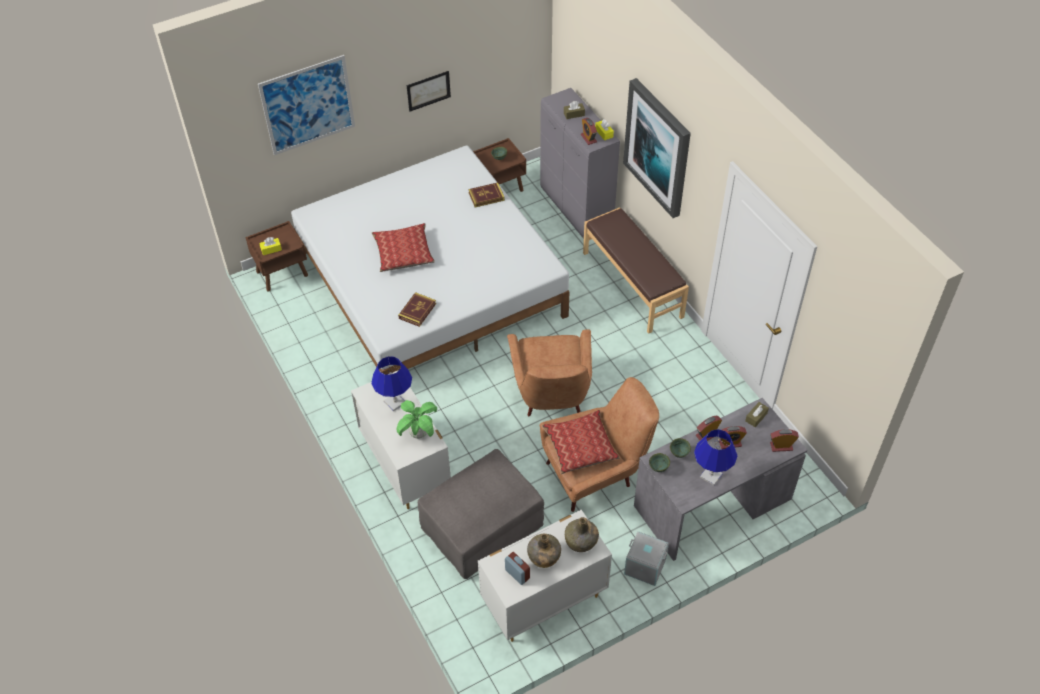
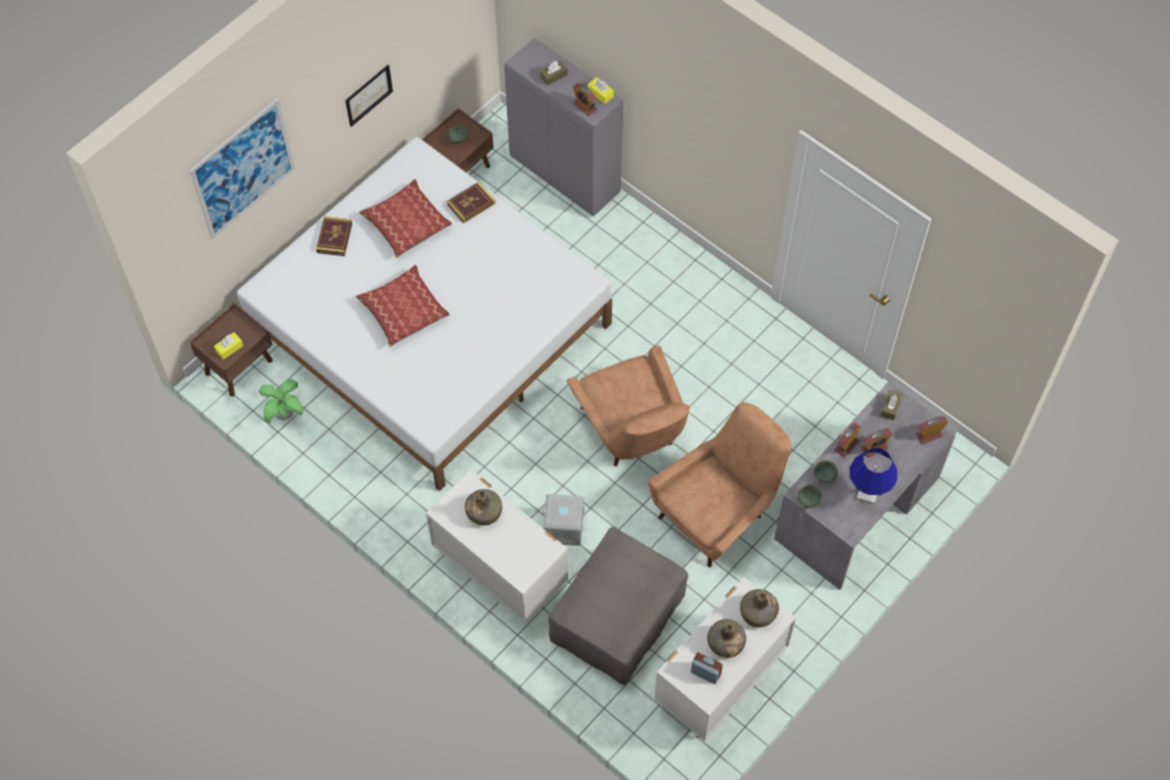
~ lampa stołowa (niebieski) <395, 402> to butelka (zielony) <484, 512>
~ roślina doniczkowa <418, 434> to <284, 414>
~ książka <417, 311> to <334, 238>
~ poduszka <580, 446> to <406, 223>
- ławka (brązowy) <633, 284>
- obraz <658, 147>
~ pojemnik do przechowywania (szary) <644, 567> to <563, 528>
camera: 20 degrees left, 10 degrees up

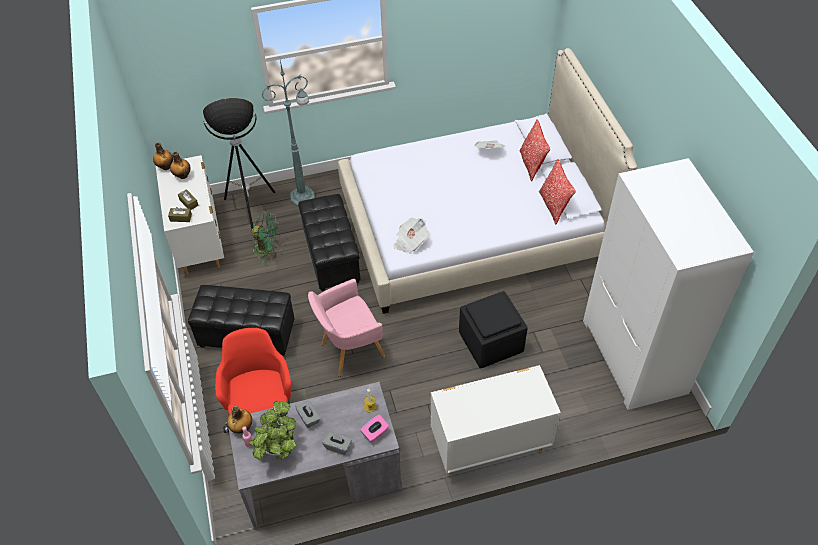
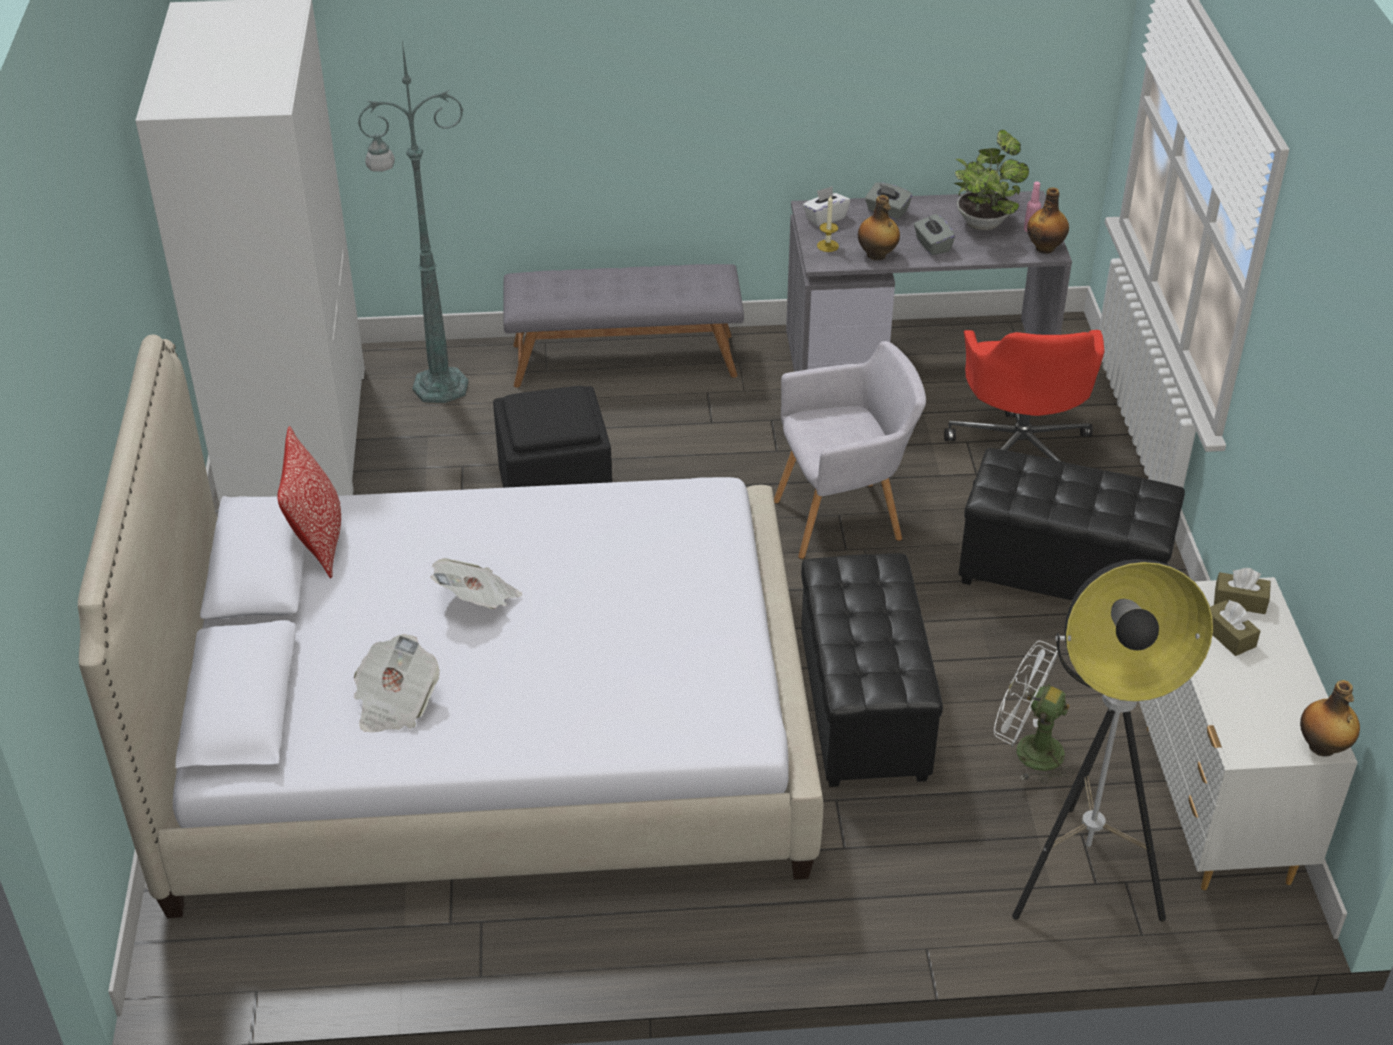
~ butelka <182, 175> to <877, 255>
~ wentylator (zielony) <267, 250> to wentylator (biały) <1028, 751>
~ lampa stojąca (zielony) <304, 196> to <437, 386>
~ fotel (różowy) <350, 351> to fotel (szary) <844, 519>
~ pudełko chusteczek (różowy) <375, 433> to pudełko chusteczek (biały) <825, 218>
~ gazeta <410, 242> to <478, 600>
~ komoda (biały) <488, 446> to ławka (szary) <624, 359>
- poduszka <531, 165>
camera: 170 degrees left, 10 degrees down

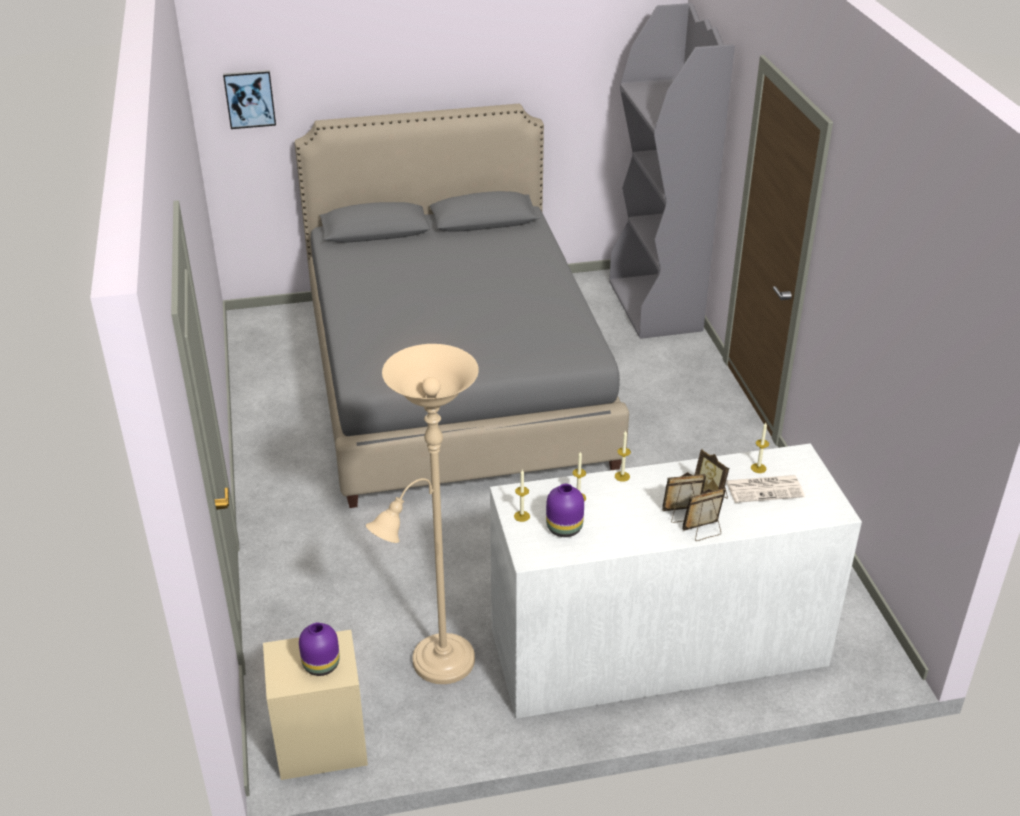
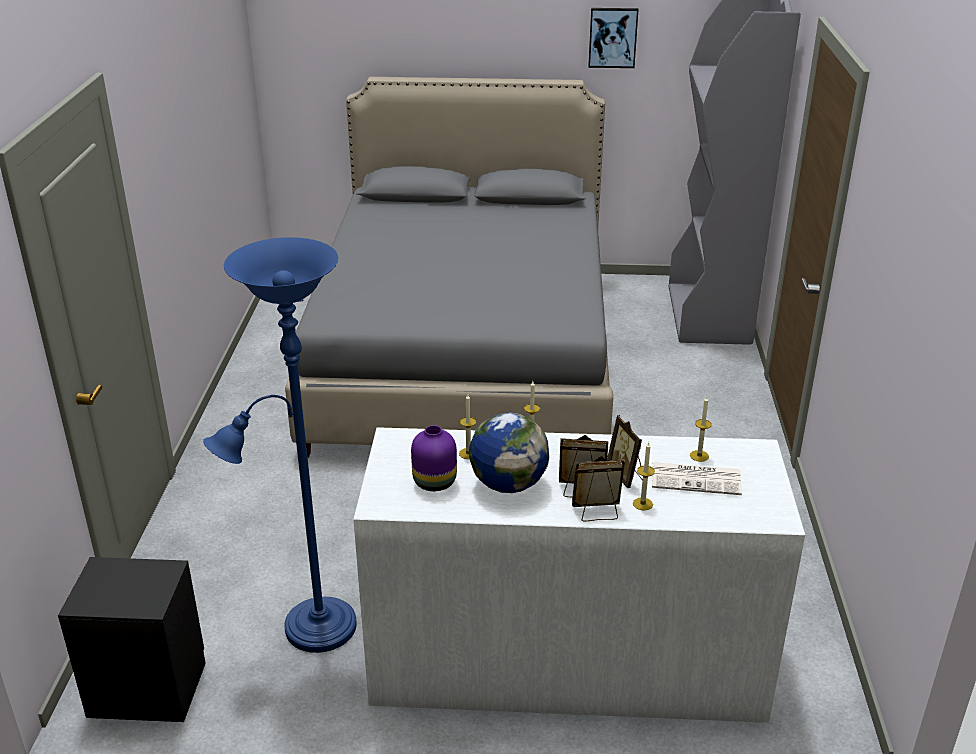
~ obraz <249, 98> to <612, 37>
~ szafka nocna (beżowy) <321, 744> to szafka nocna (czarny) <147, 689>
- wazon (fioletowy) <320, 665>
~ lampa stojąca (beżowy) <437, 665> to lampa stojąca (niebieski) <311, 630>
~ świeca <521, 516> to <642, 504>
+ globus <508, 484>
camera: 15 degrees right, 5 degrees down

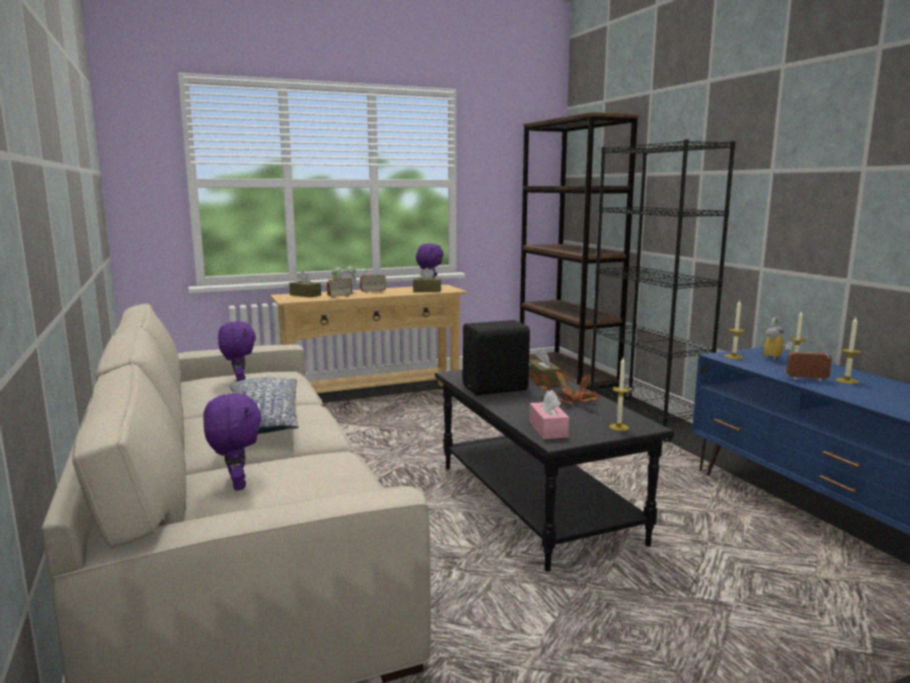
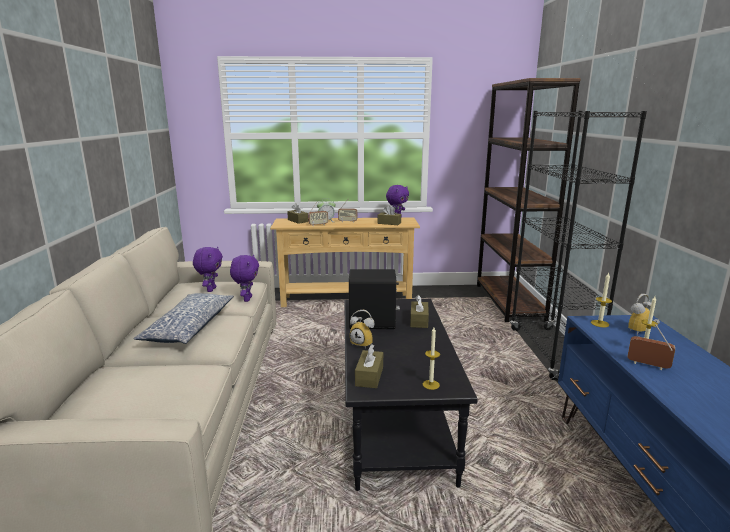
~ pluszak (fioletowy) <236, 485> to <247, 299>
- roślina doniczkowa <568, 401>
~ pudełko chusteczek (różowy) <548, 429> to pudełko chusteczek (brązowy) <369, 376>
- świeca <846, 381>
+ budzik <363, 343>
camera: 20 degrees right, 5 degrees up

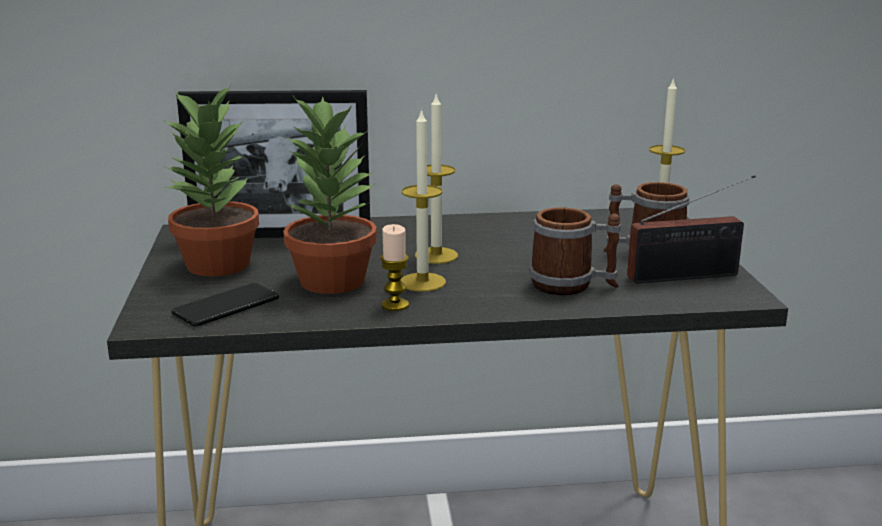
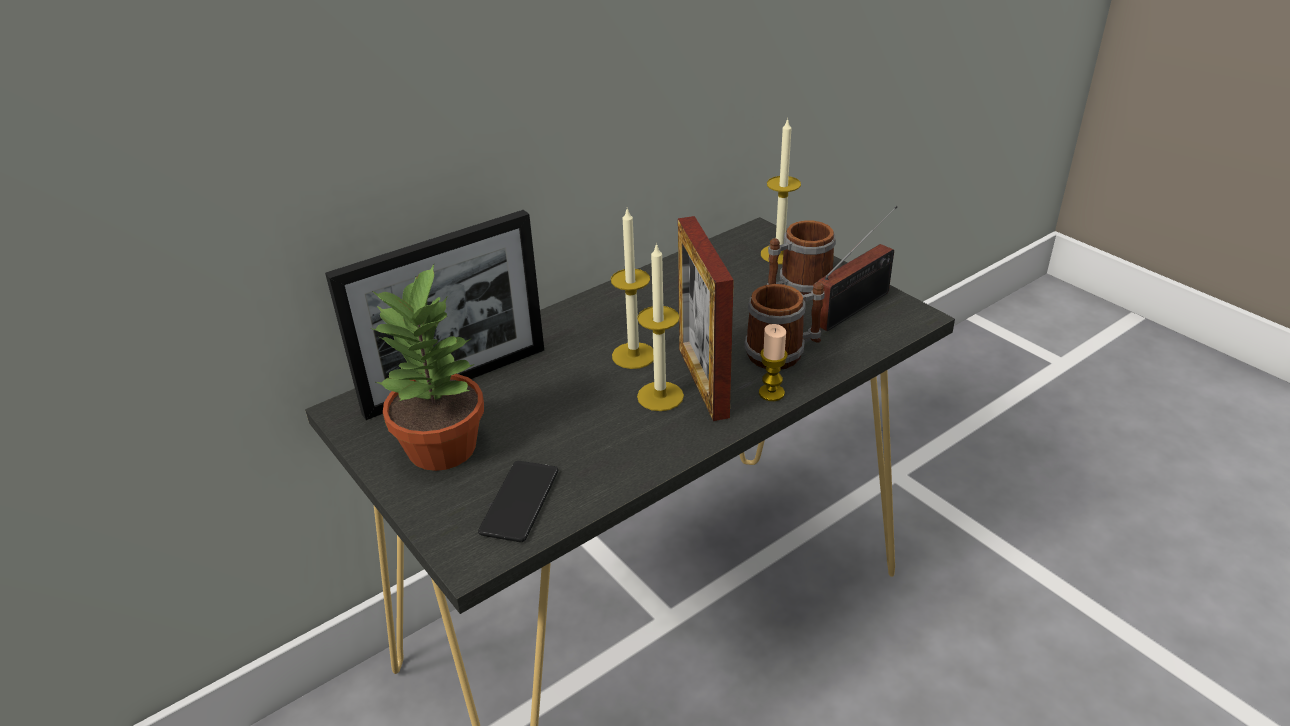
- roślina doniczkowa <331, 280>
~ świeca <395, 305> to <771, 393>
+ ramka na zdjęcie <703, 382>
camera: 30 degrees left, 15 degrees up

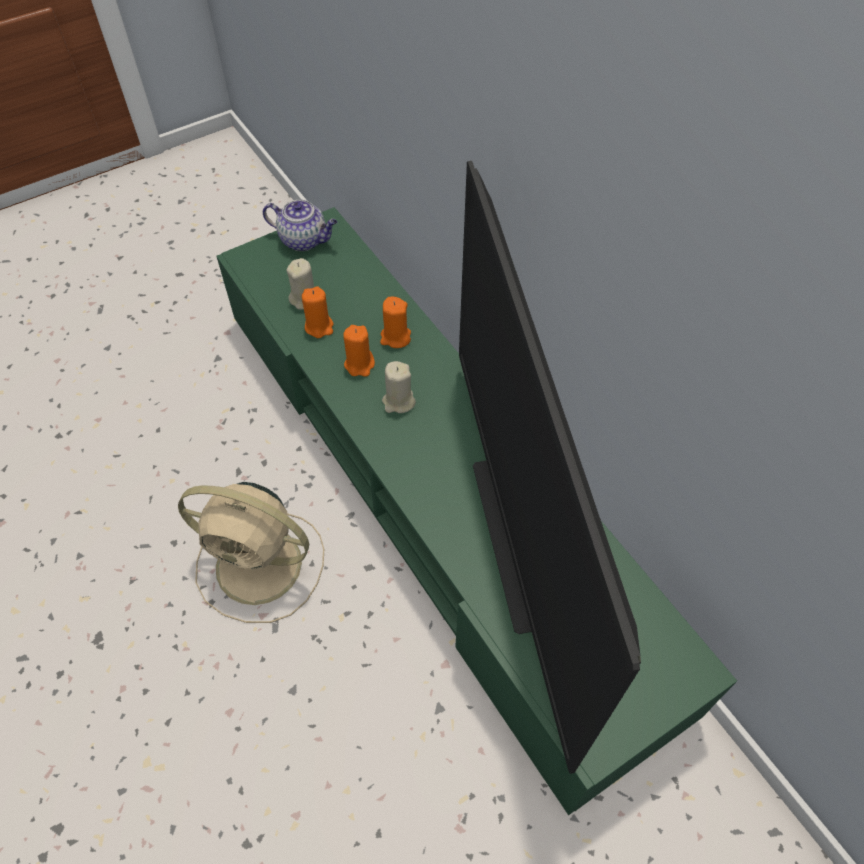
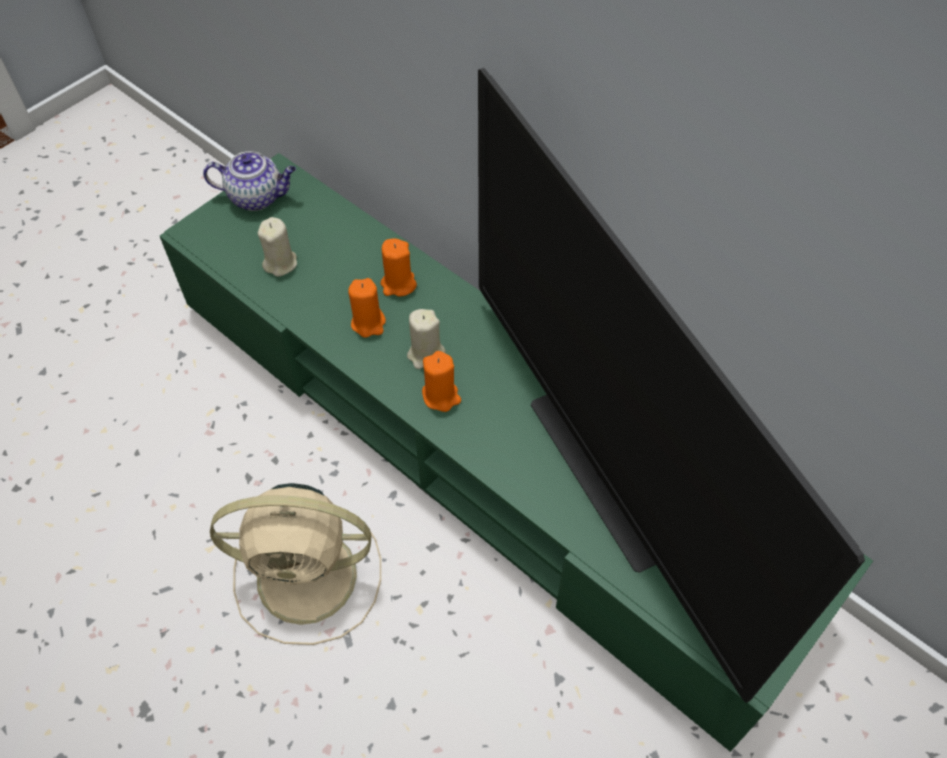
~ świeca (pomarańczowy) <319, 327> to <441, 396>
camera: 15 degrees left, 0 degrees up

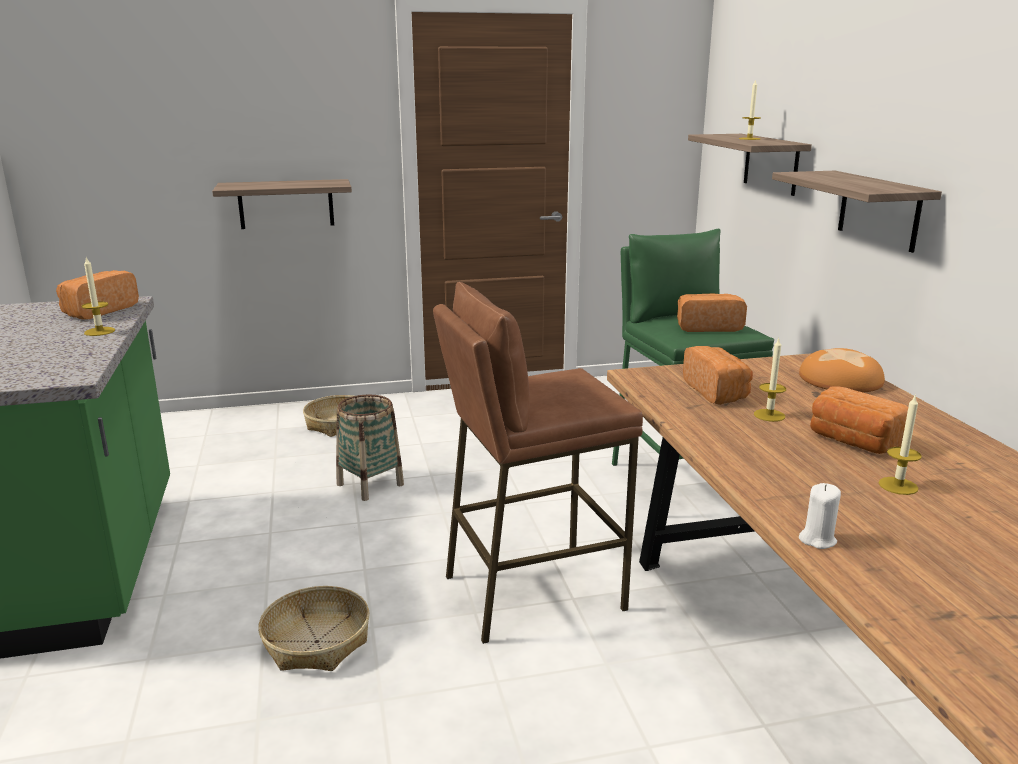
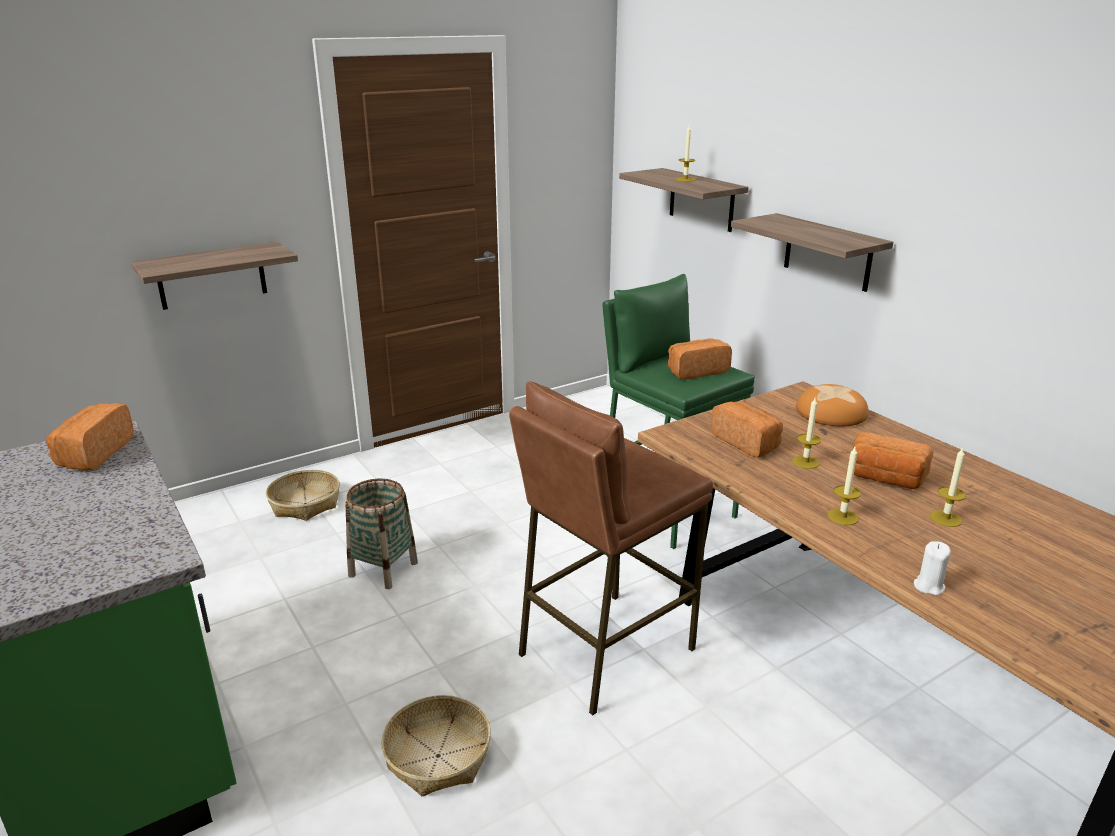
~ świeca <99, 331> to <842, 517>
camera: 20 degrees left, 5 degrees up

